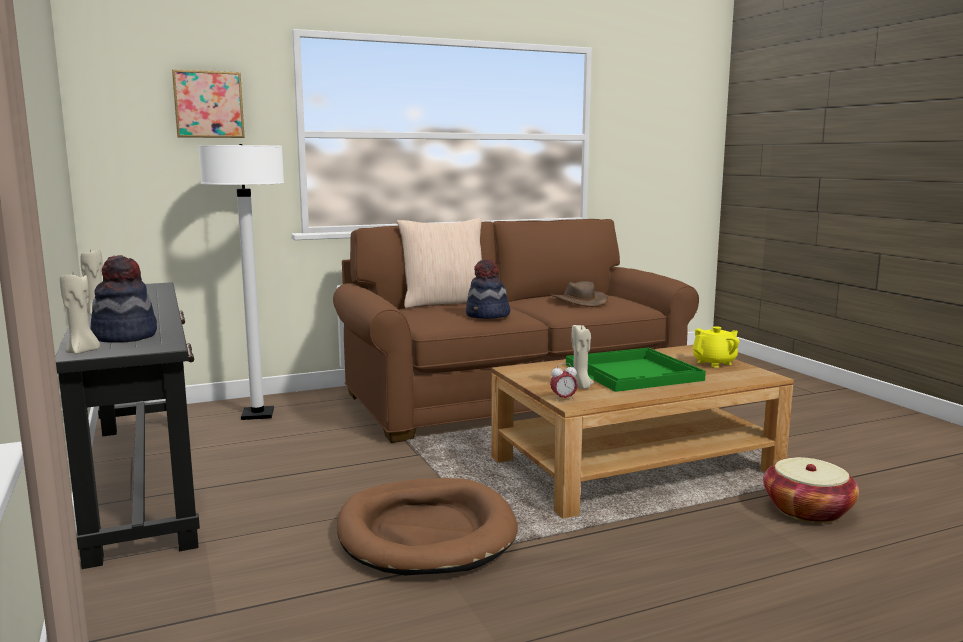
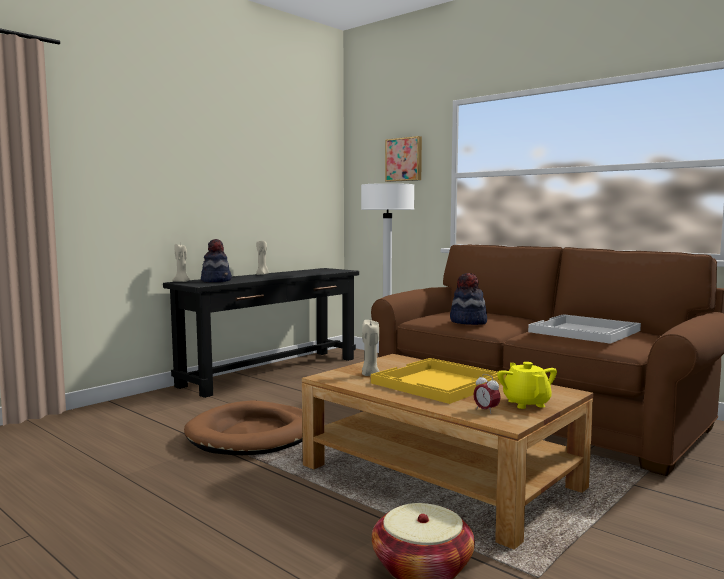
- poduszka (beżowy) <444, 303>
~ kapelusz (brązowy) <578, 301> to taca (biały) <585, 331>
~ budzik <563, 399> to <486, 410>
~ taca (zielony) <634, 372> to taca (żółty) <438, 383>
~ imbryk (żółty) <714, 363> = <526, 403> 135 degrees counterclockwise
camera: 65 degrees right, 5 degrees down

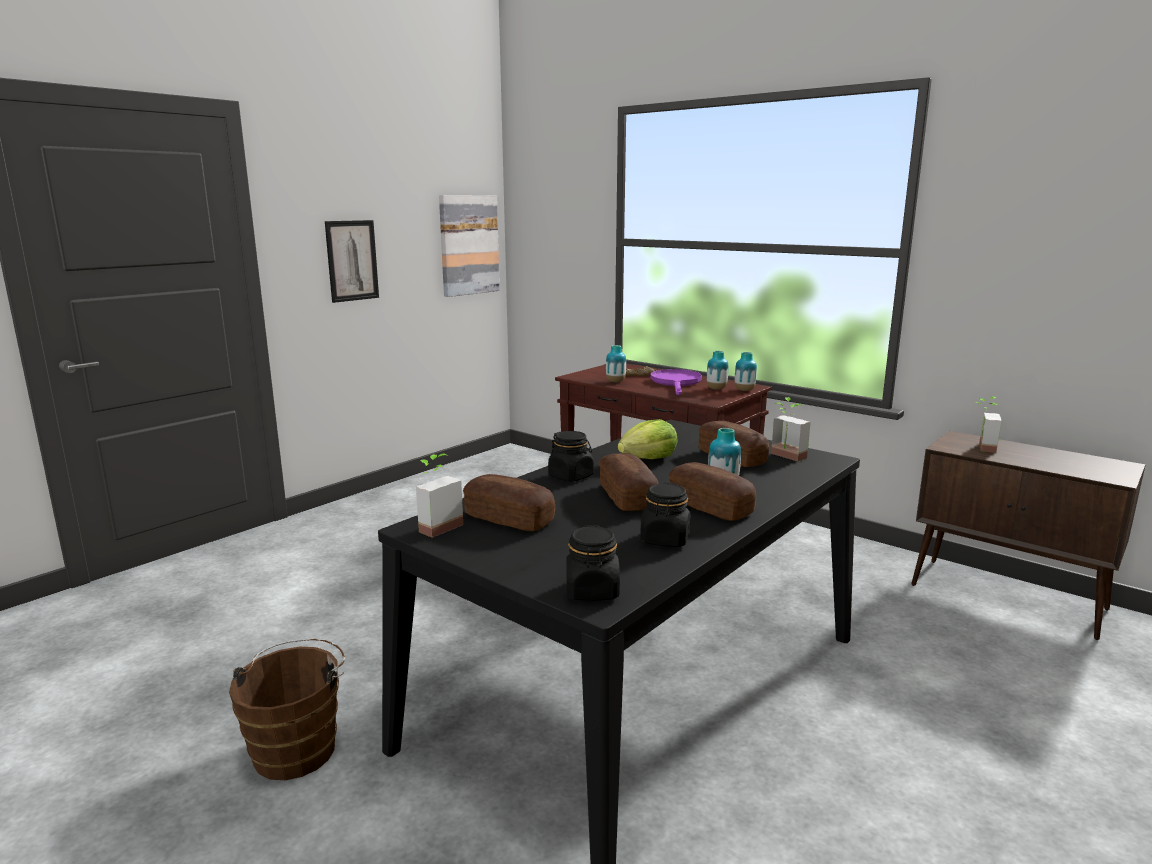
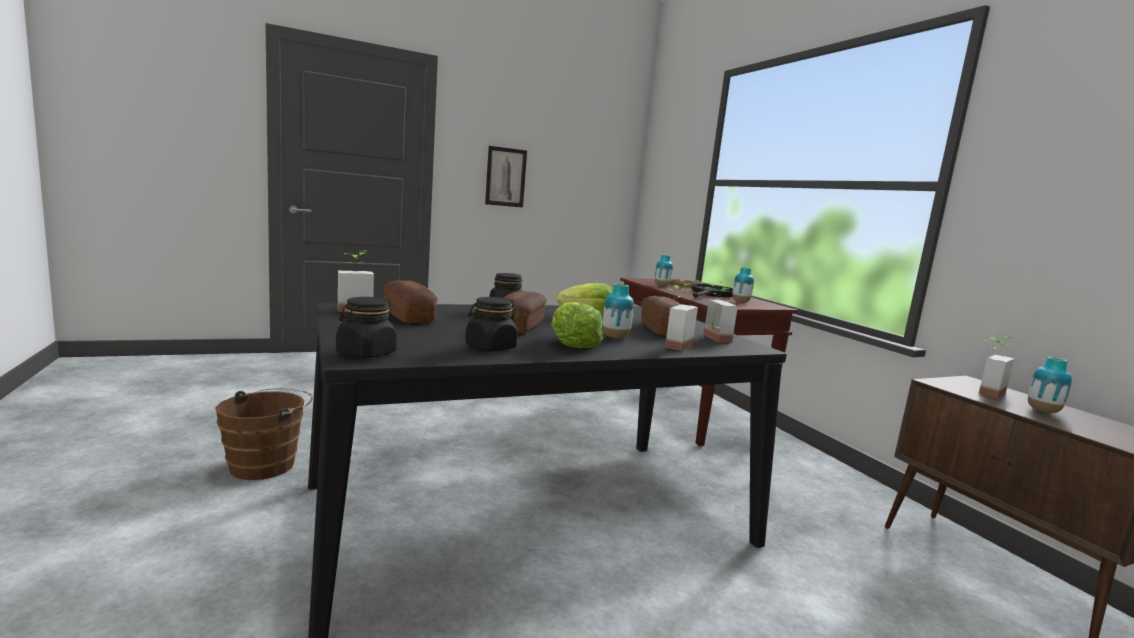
- obraz <468, 245>
~ patelnia (fioletowy) <676, 383> to patelnia (czarny) <712, 294>
~ chleb <710, 507> to sałata <572, 343>
~ wazon <744, 390> to <1043, 411>
+ roślina doniczkowa <672, 345>
camera: 25 degrees right, 5 degrees down

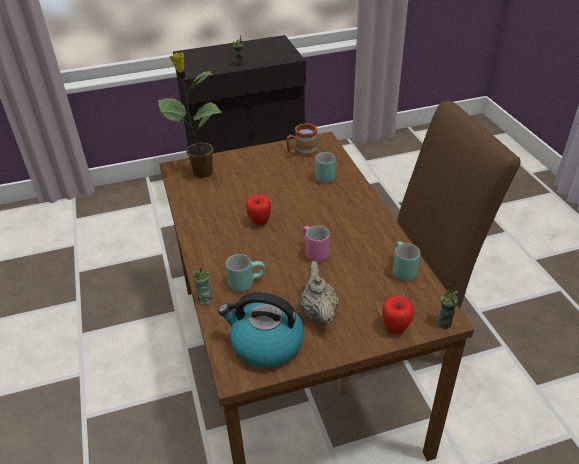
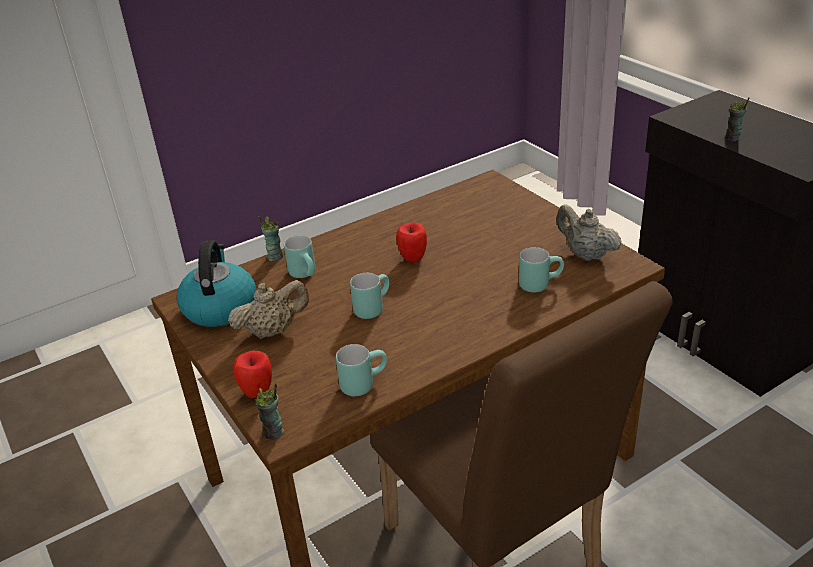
- roślina doniczkowa <201, 172>
~ kubek (brązowy) <301, 152> to imbryk (beżowy) <585, 254>
~ kubek (różowy) <312, 253> to kubek (turkusowy) <371, 307>
camera: 75 degrees right, 5 degrees down

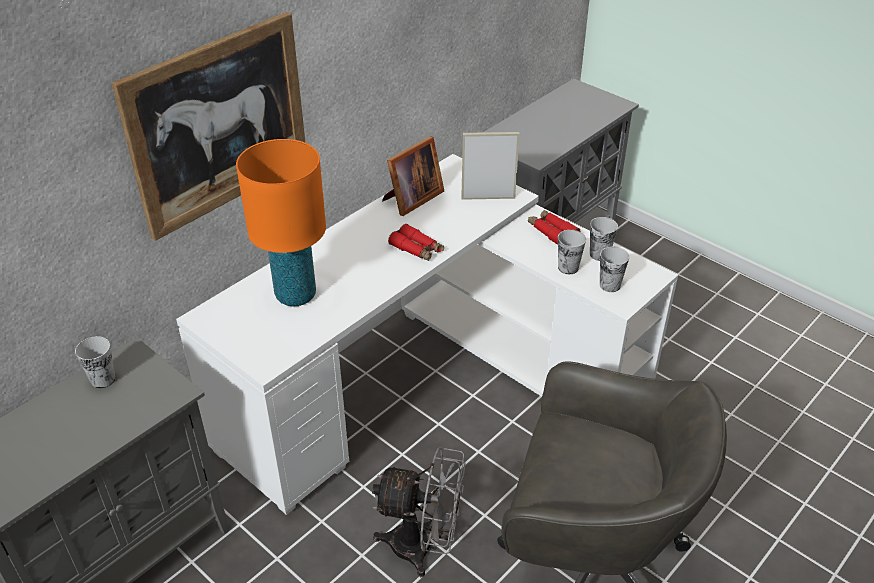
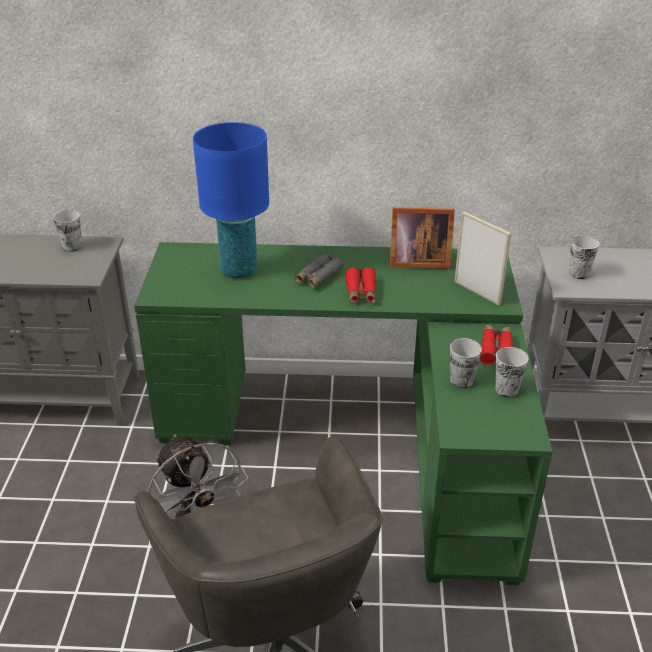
- obraz <219, 124>
~ biurko (biały) <429, 382> to biurko (zielony) <362, 438>
~ lampa stołowa (pomarańczowy) <295, 295> to lampa stołowa (niebieski) <239, 270>
~ filiżanka <609, 285> to <578, 273>
+ lornetka (szary) <317, 277>
camera: 50 degrees right, 5 degrees down

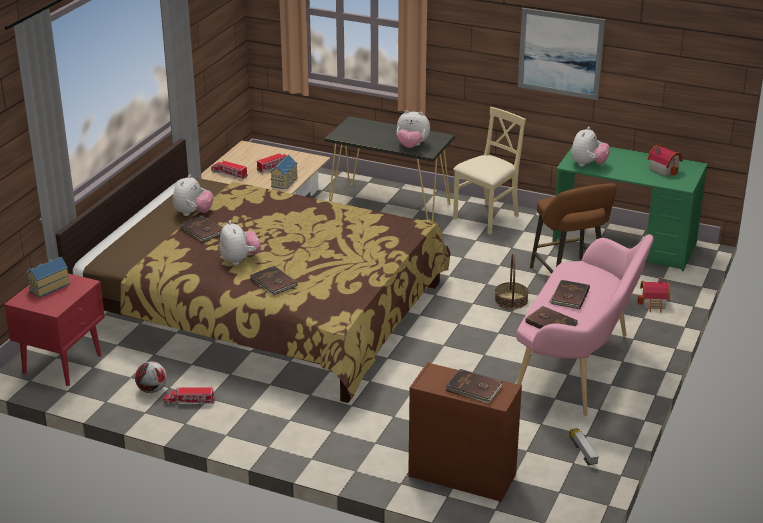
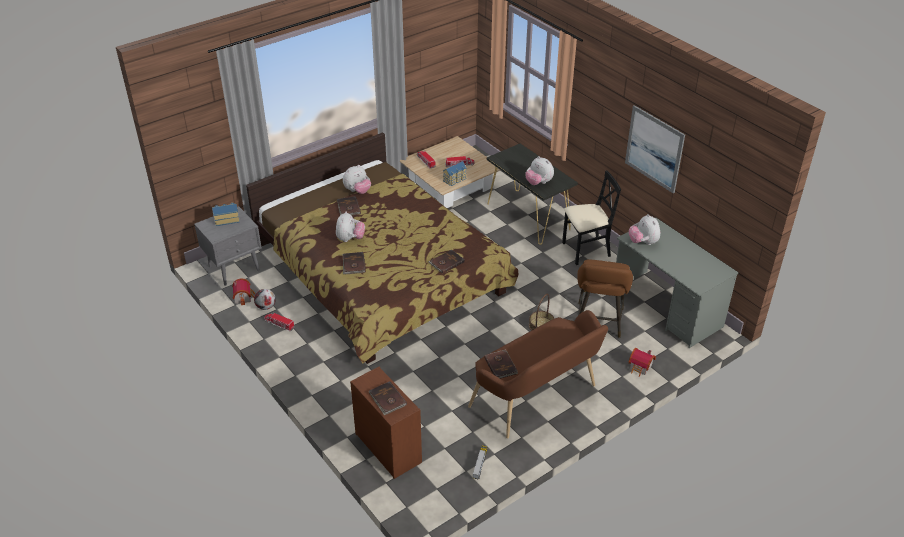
~ szafka nocna (czerwony) <63, 363> to szafka nocna (szary) <235, 268>
~ krzesło (beżowy) <486, 218> to krzesło (czarny) <585, 250>
~ ławka (różowy) <579, 368> to ławka (brązowy) <537, 399>
~ książka (brązowy) <569, 296> to <446, 262>
~ biurko (zielony) <624, 244> to biurko (szary) <666, 308>
~ pluszak <588, 164> = <643, 242> 105 degrees clockwise
~ domek <664, 169> to <244, 297>
camera: 30 degrees right, 10 degrees up

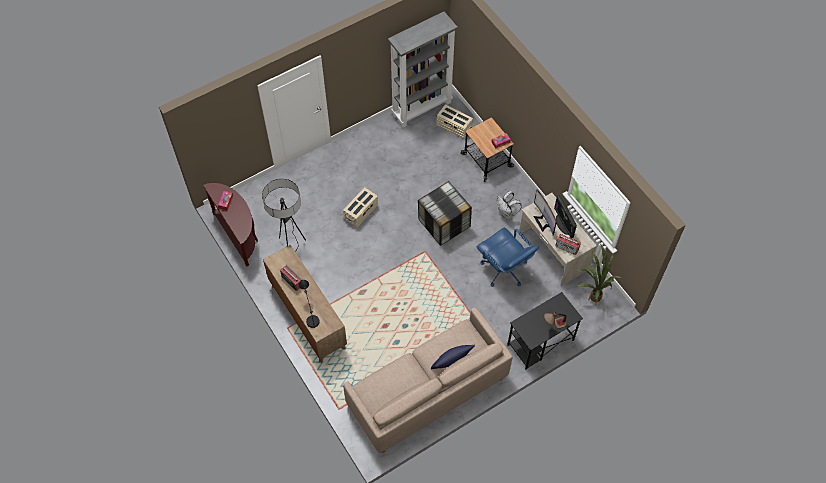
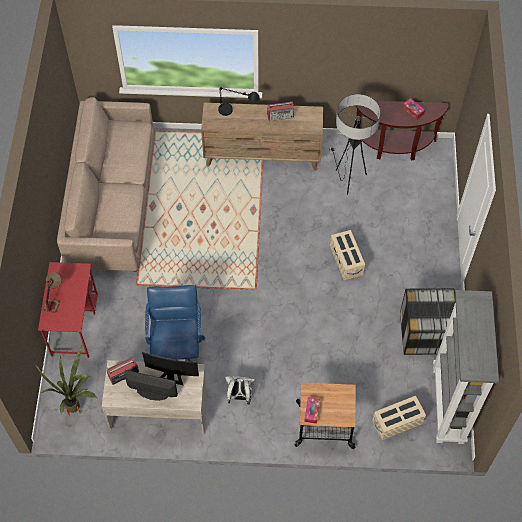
~ pojemnik do przechowywania <443, 223> to <426, 332>
- poduszka (niebieski) <451, 361>
~ krzesło biurowe (niebieski) <504, 270> = <176, 347> 90 degrees clockwise
~ biurko (czarny) <540, 343> to biurko (czerwony) <74, 324>
camera: 125 degrees right, 0 degrees up

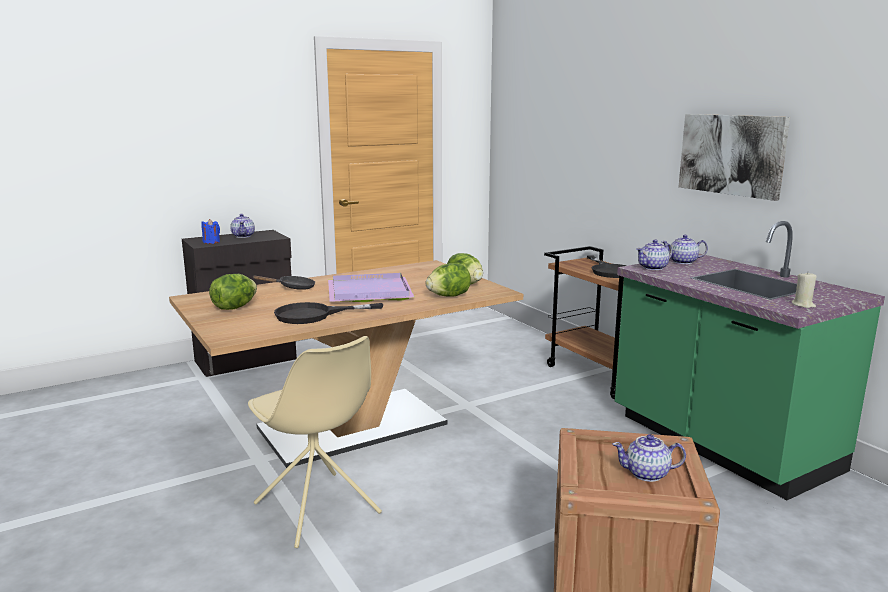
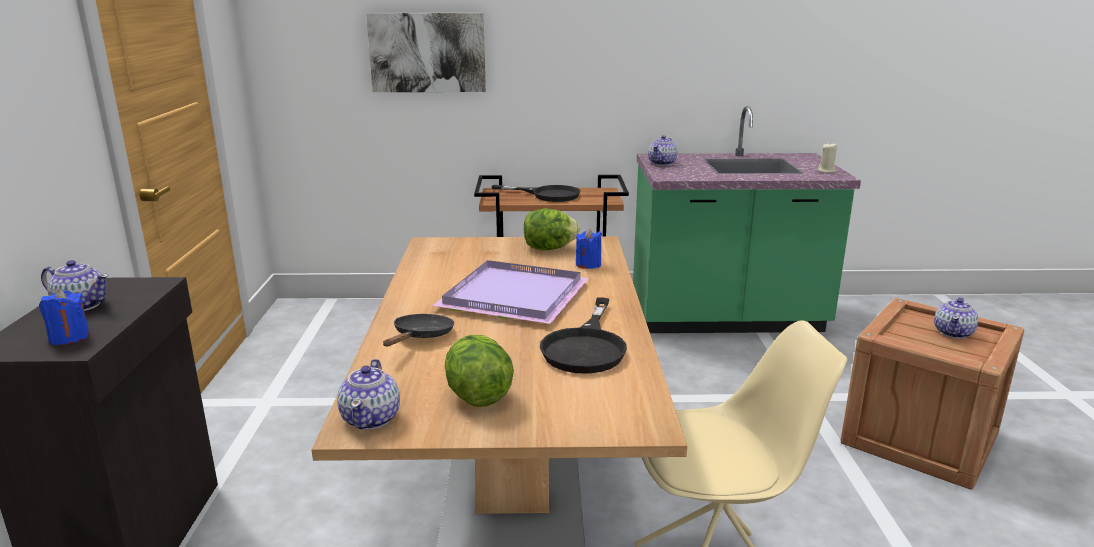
~ sałata <449, 296> to świeca (niebieski) <588, 265>
~ imbryk <653, 268> to <371, 418>
~ obraz <732, 154> to <427, 52>
camera: 60 degrees left, 5 degrees up

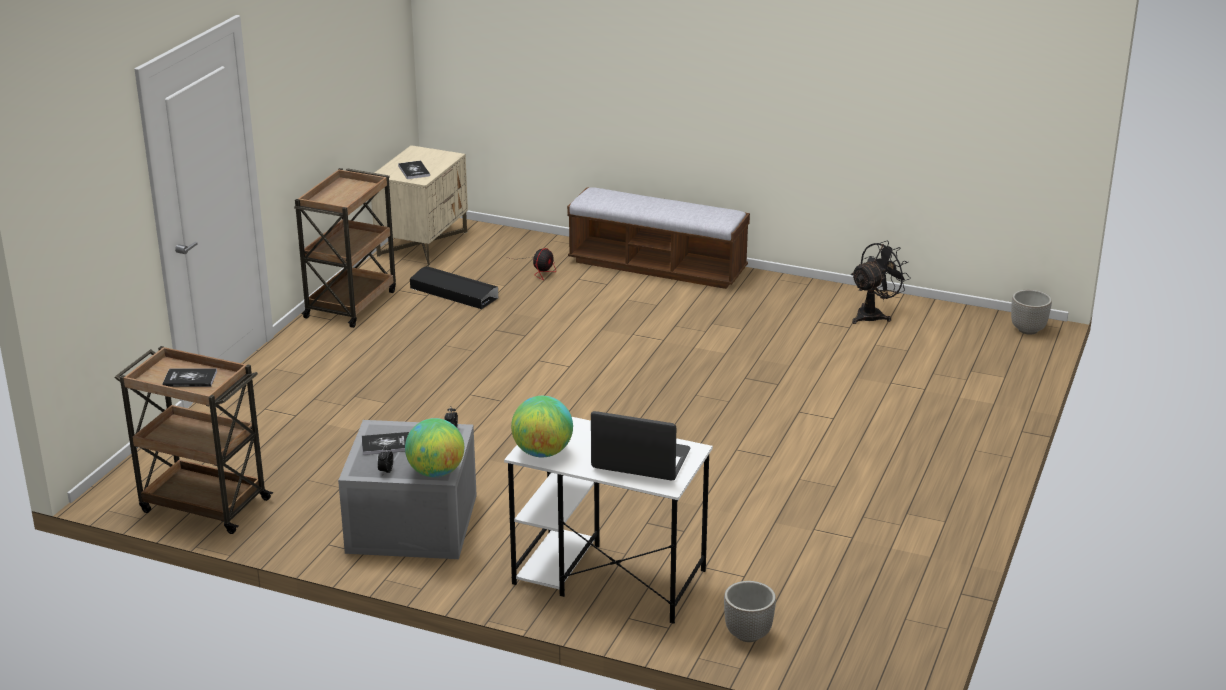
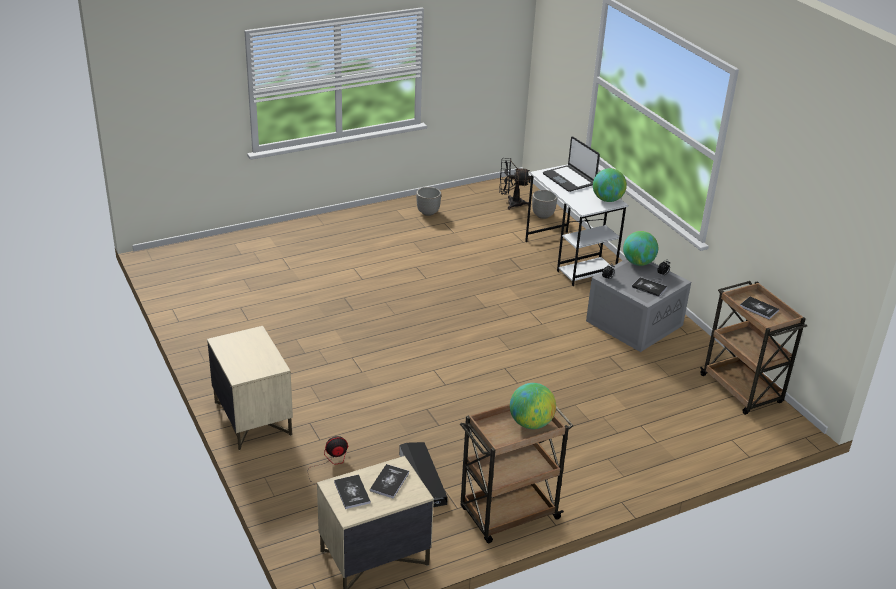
~ ławka <657, 267> to szafka nocna (beżowy) <252, 418>
~ wentylator (czarny) <874, 315> to <510, 203>
~ donica <1027, 330> to <428, 213>
+ książka <352, 492>
+ globus <531, 423>
camera: 140 degrees left, 5 degrees up

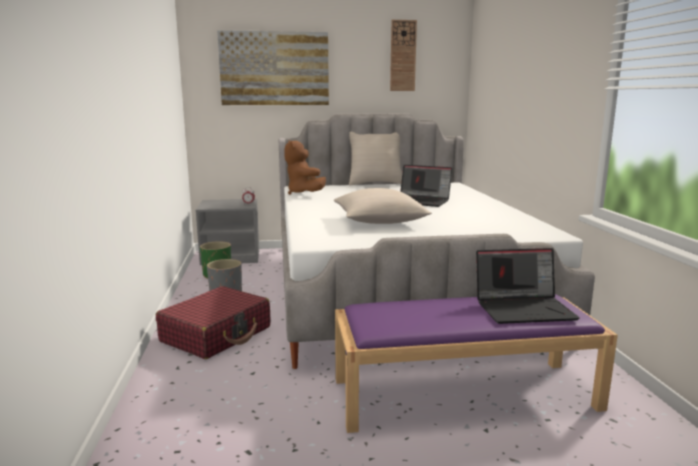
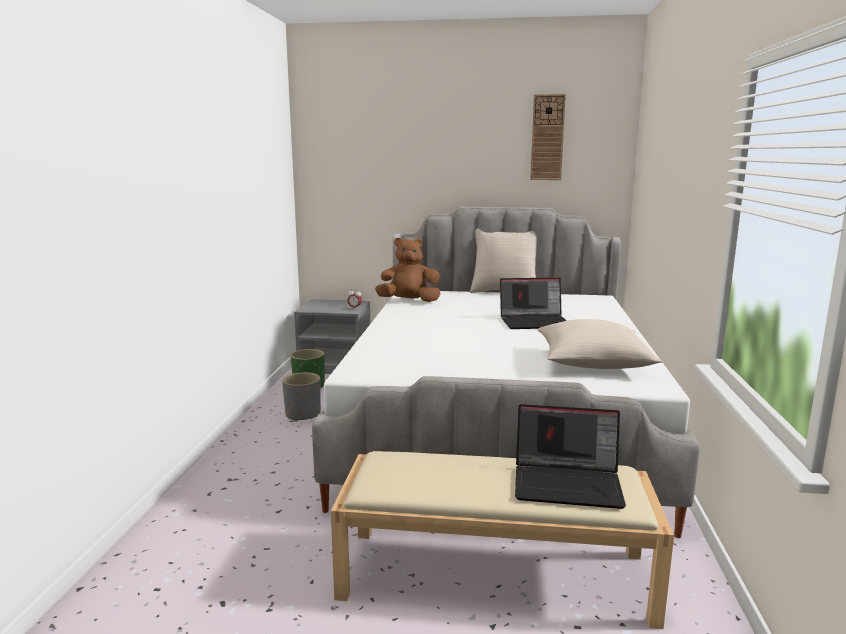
- walizka (czerwony) <217, 334>
- obraz <274, 68>
~ pluszak (brązowy) <304, 193> = <409, 301> 90 degrees clockwise
~ poduszka (beżowy) <379, 221> to <593, 363>
~ ławka (fioletowy) <465, 393> to ławka (beżowy) <496, 574>
~ laptop <421, 201> = <535, 322> 45 degrees counterclockwise
camera: 15 degrees right, 0 degrees up

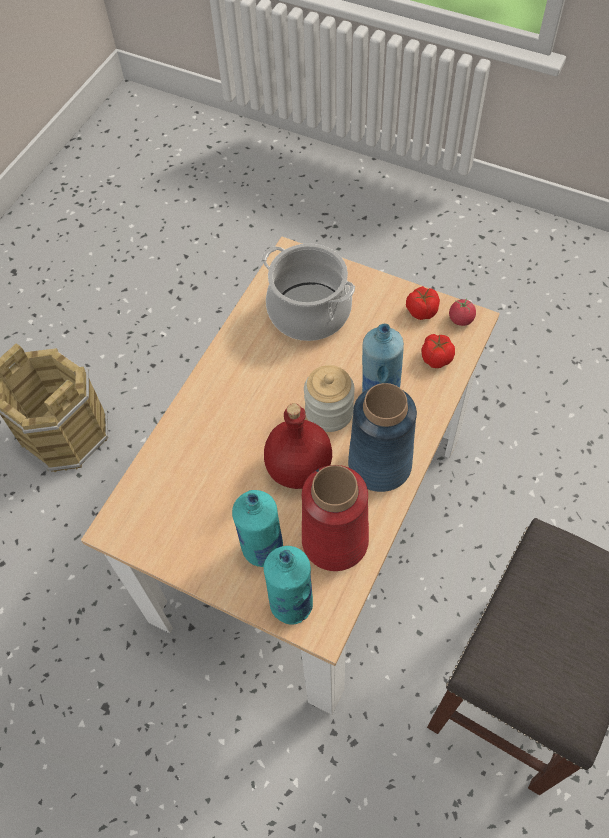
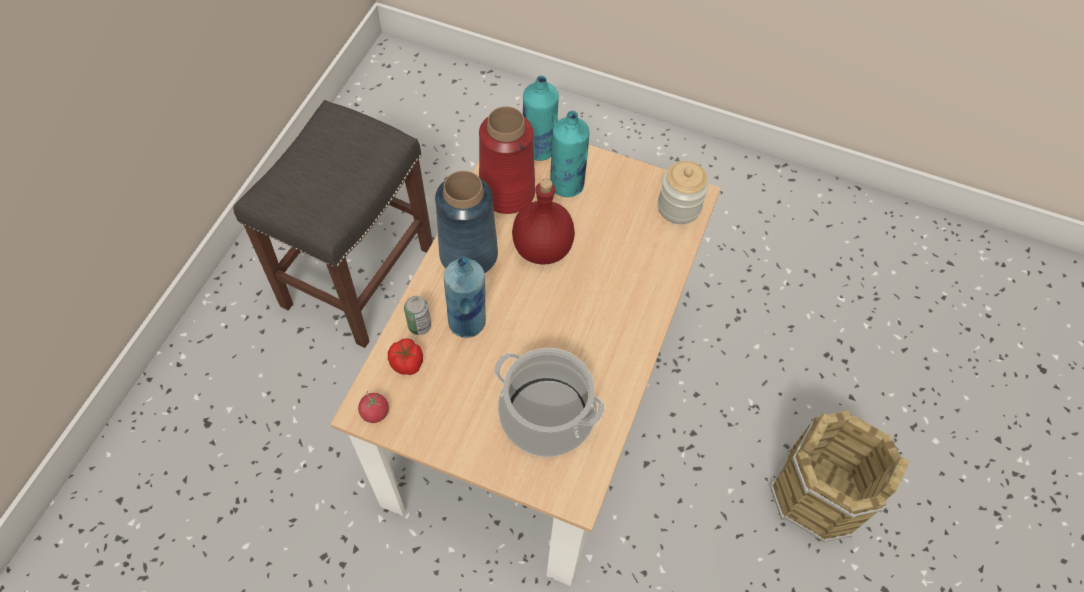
~ słoik <329, 412> to <679, 207>
- pomidor <421, 311>
+ puszka <419, 326>
camera: 170 degrees right, 0 degrees up

